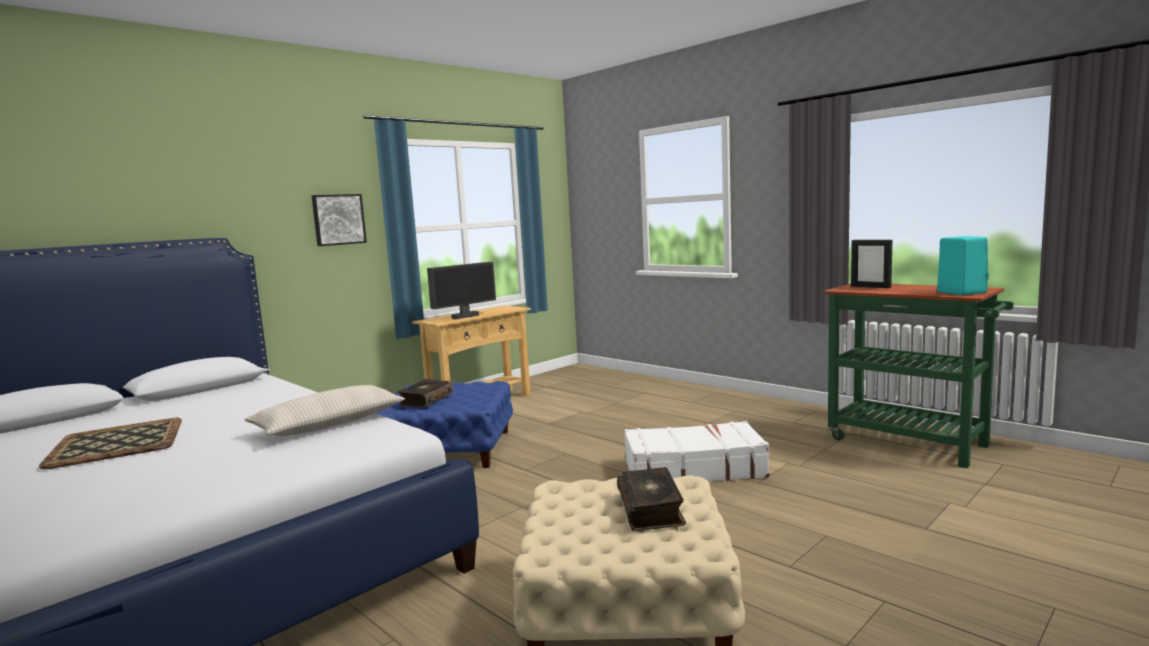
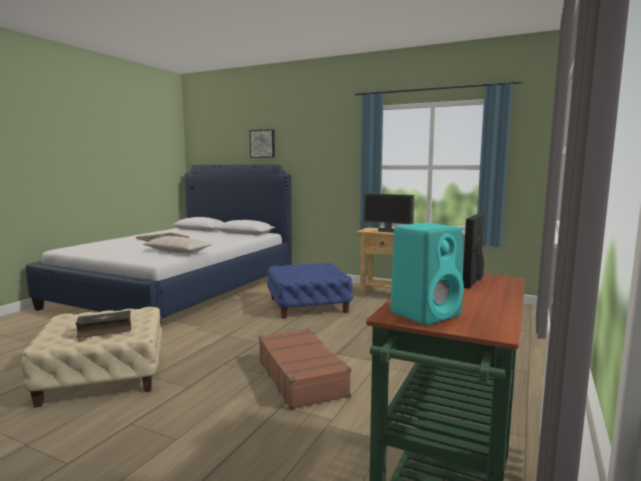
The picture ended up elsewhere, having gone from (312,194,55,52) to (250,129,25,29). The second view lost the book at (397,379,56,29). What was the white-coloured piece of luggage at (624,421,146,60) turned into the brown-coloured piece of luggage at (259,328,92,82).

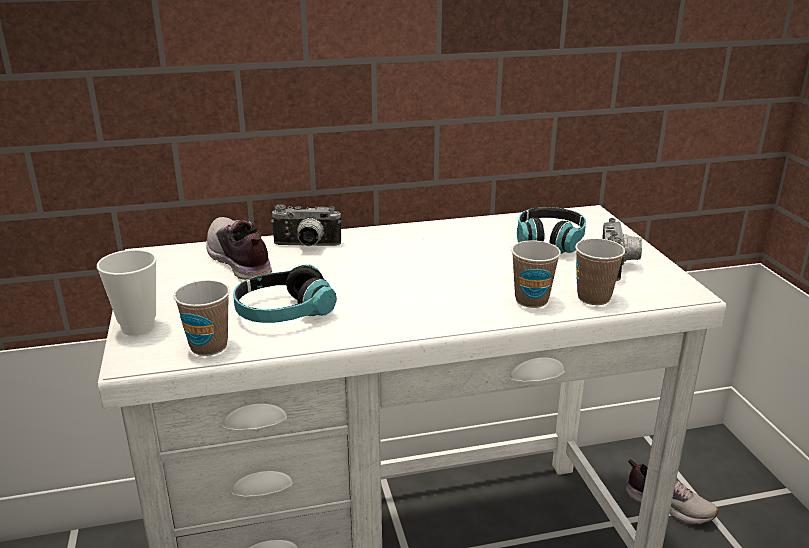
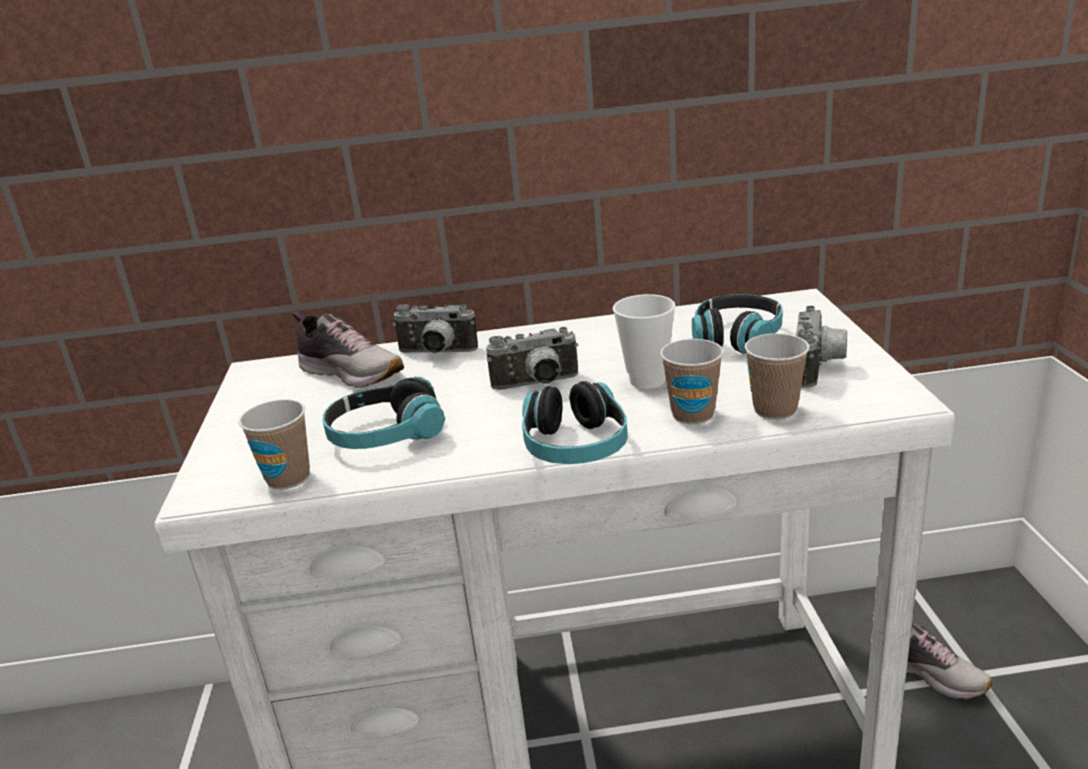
The drinking cup ended up elsewhere, having gone from (97,249,60,87) to (613,294,63,95). The item of footwear at (206,217,66,63) ended up facing another way, 150 degrees clockwise from before. The second view gained the still camera at (486,327,93,63). The second view gained the pair of headphones at (522,381,106,83).

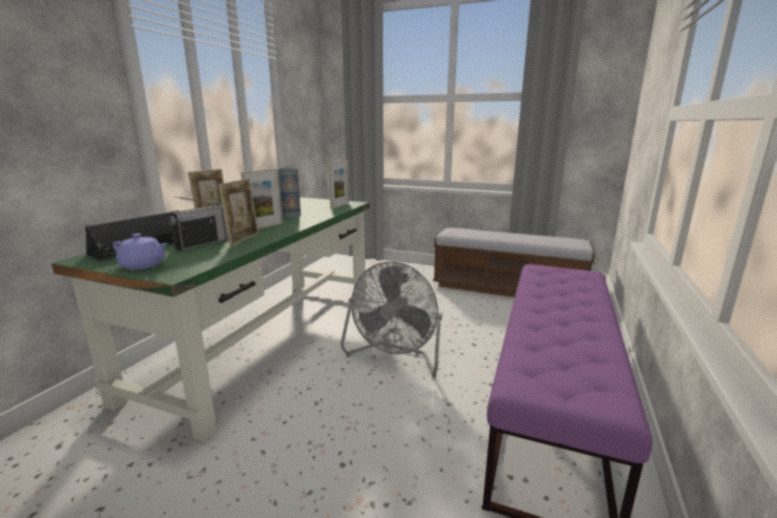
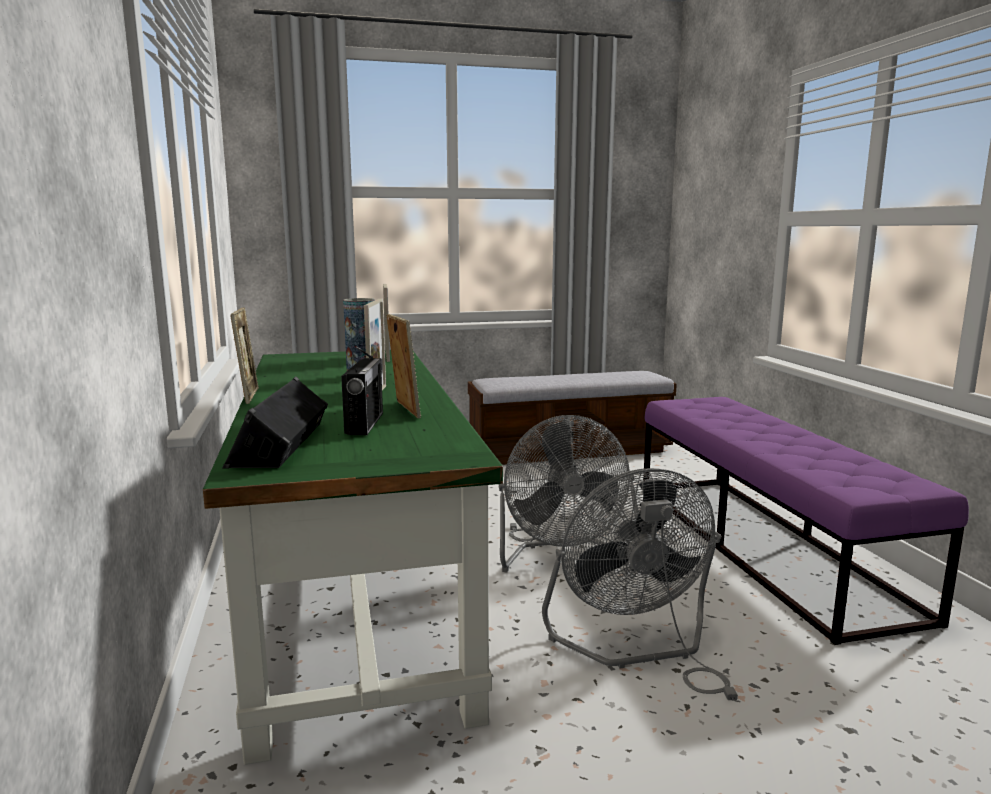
The second view lost the purplish tea pot at (113,233,55,37). The second view gained the grey electric fan at (542,468,196,233).

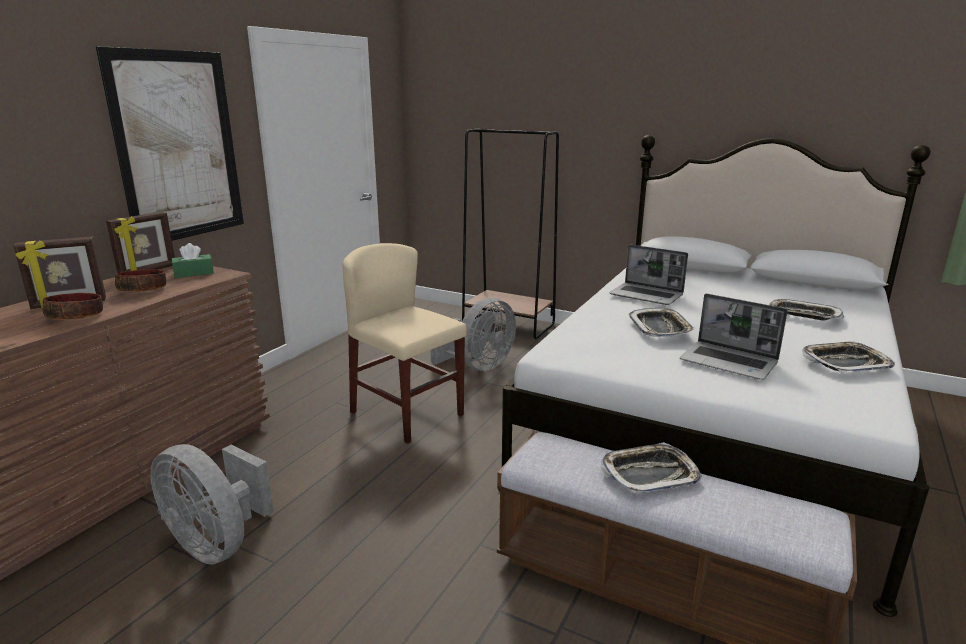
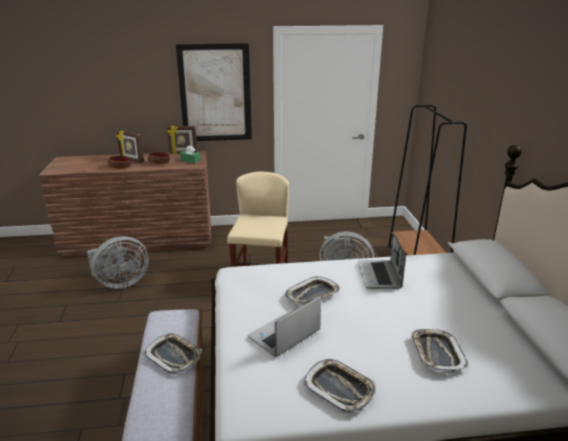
The grey electric fan at (150,444,124,120) ended up facing another way, 120 degrees counterclockwise from before. The notebook computer at (680,294,108,86) ended up facing another way, 45 degrees clockwise from before.

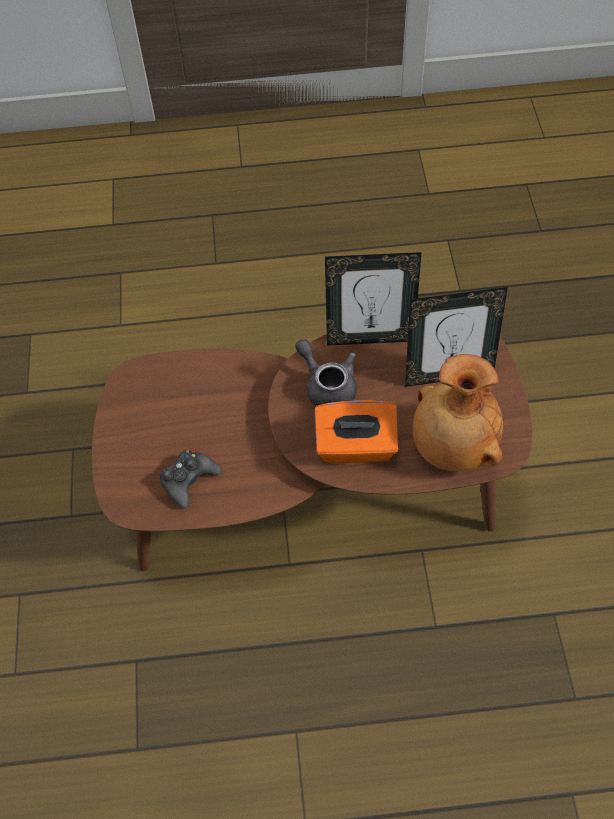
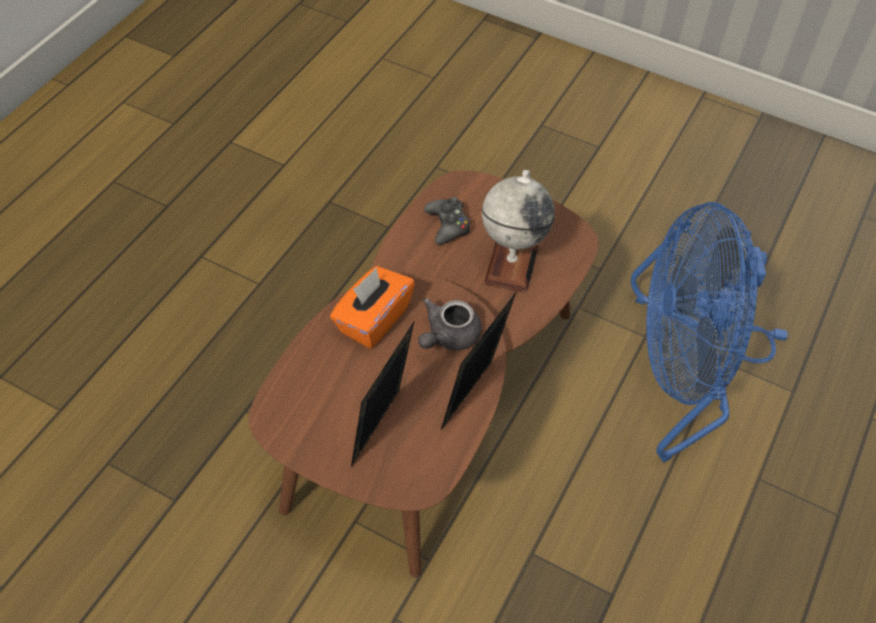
The grey tea pot at (295,339,62,67) ended up facing another way, 135 degrees clockwise from before. The second view lost the brown-coloured decorative vase at (413,354,90,117). The second view gained the world globe at (482,170,73,123). The second view gained the bluish electric fan at (631,202,160,260).

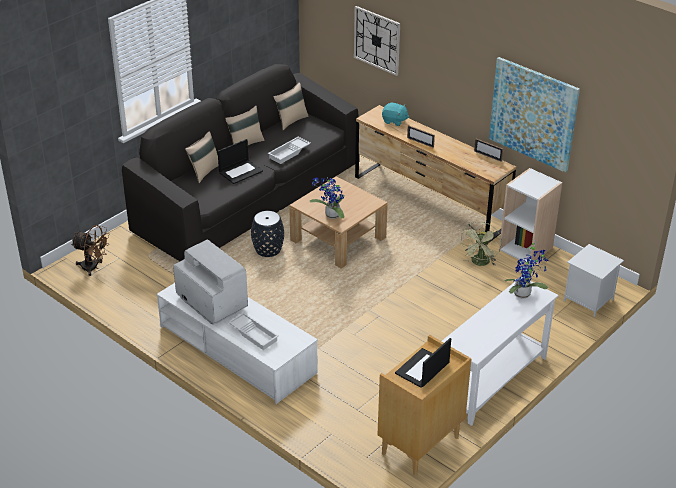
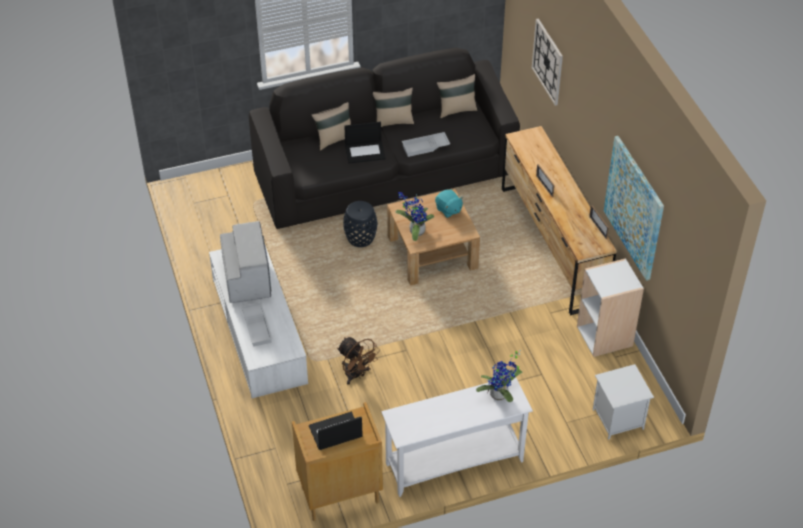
The brown-coloured electric fan ended up elsewhere, having gone from (71,225,38,51) to (337,337,43,48). The turquoise-coloured soft toy ended up elsewhere, having gone from (382,102,27,24) to (435,190,29,28). The second view lost the green electric fan at (461,222,41,44).

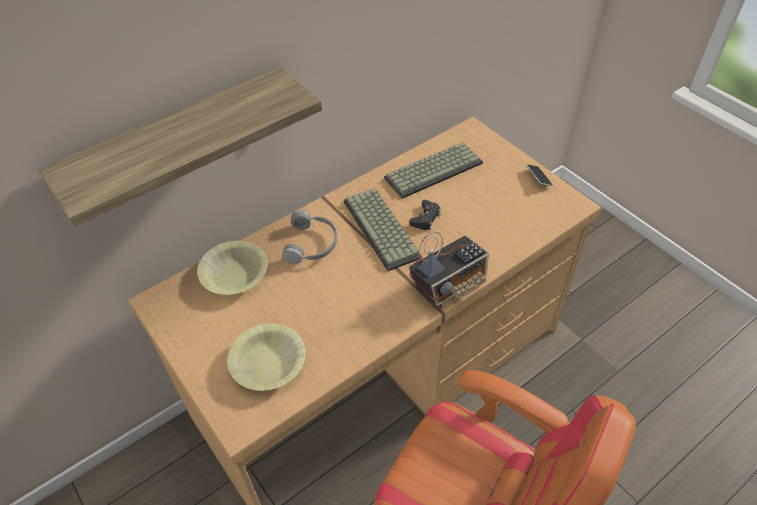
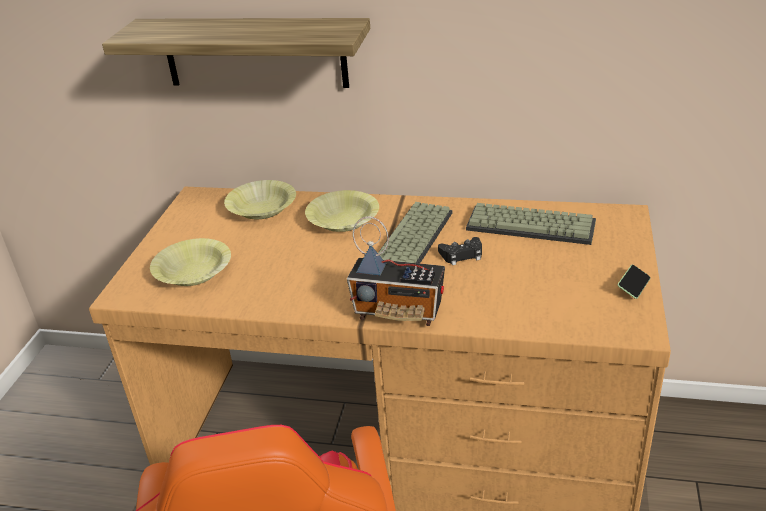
Where the grey pair of headphones stood at (282,210,55,54), the yellowish deep dish came to stand at (305,190,74,42).

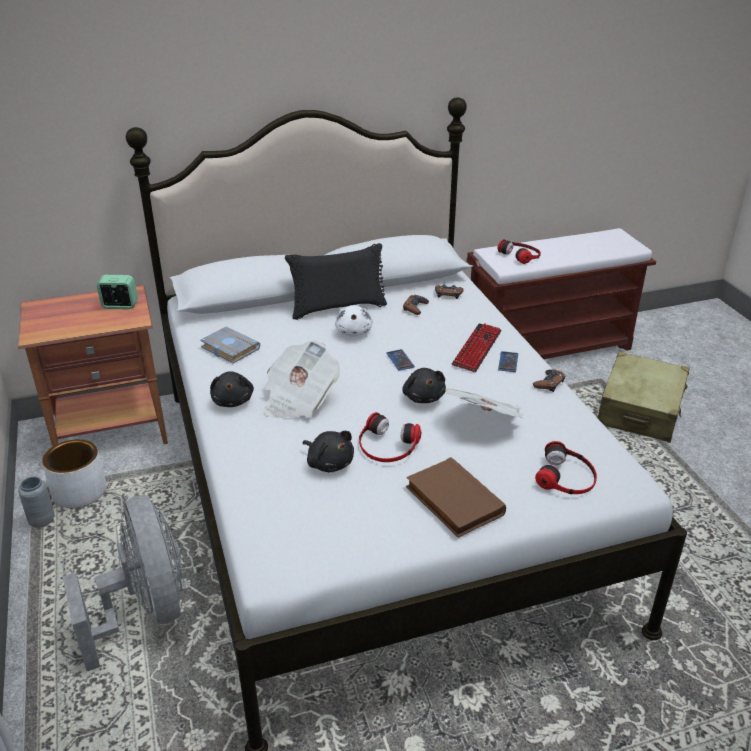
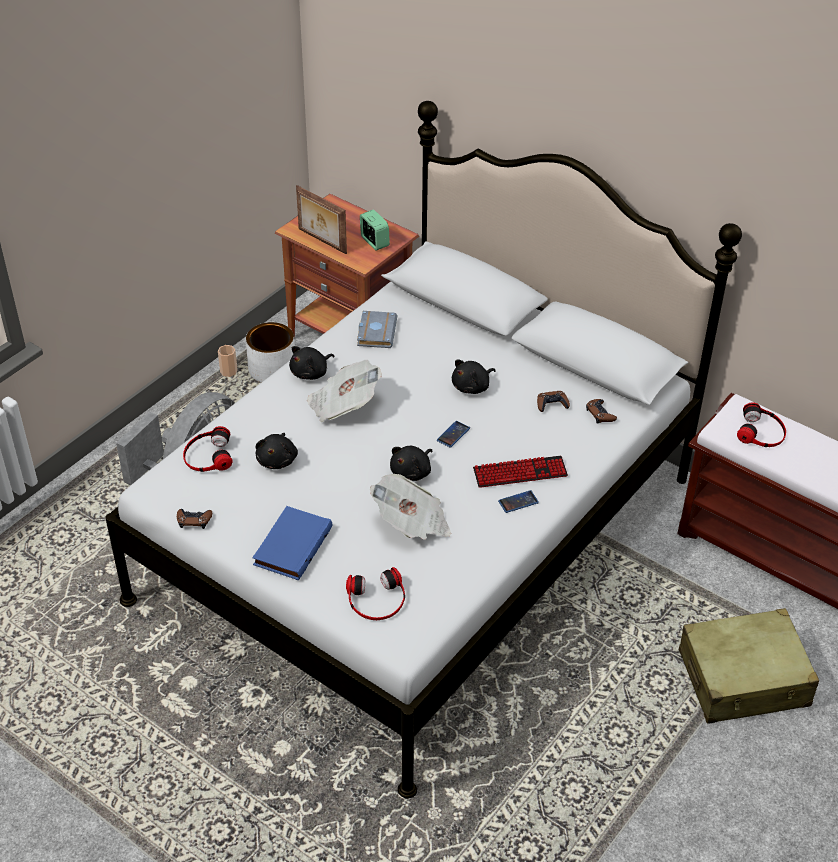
Where the grey decorative vase stood at (18,477,37,50), the drinking cup came to stand at (218,345,20,32). The second view lost the black-coloured cushion at (285,243,102,77). What was the white-coloured soft toy at (335,305,38,32) turned into the black-coloured soft toy at (452,359,44,35). The pair of headphones ended up elsewhere, having gone from (359,412,62,50) to (183,426,50,46). What was the brown-coloured book at (406,457,100,81) turned into the bluish book at (252,506,80,75). The brown-coloured joypad ended up elsewhere, having gone from (533,369,32,23) to (177,509,35,20). The second view gained the picture frame at (296,185,51,69).

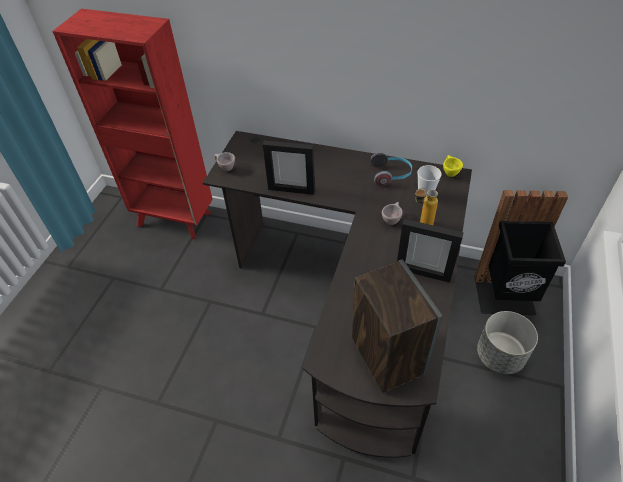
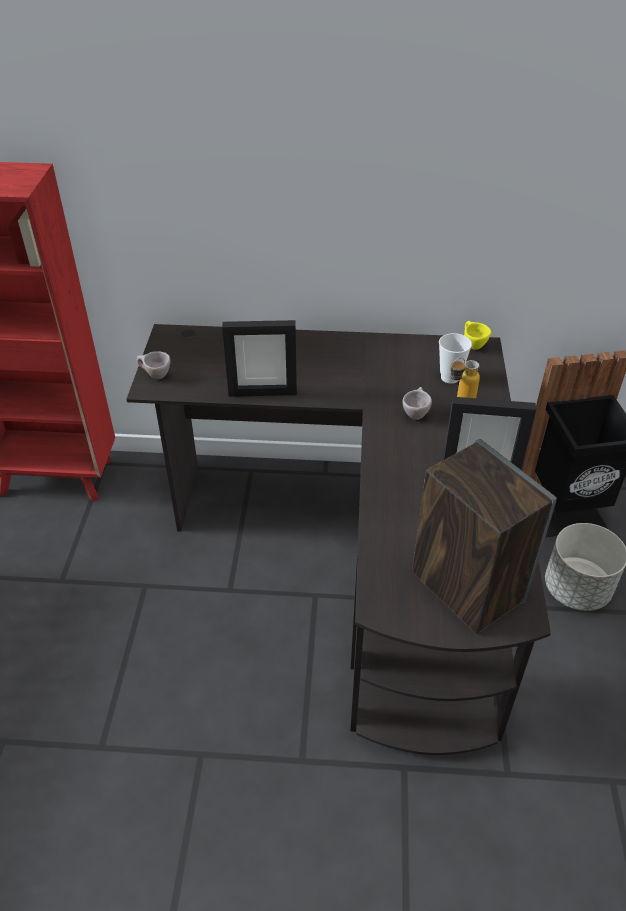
The second view lost the pair of headphones at (370,153,42,33).

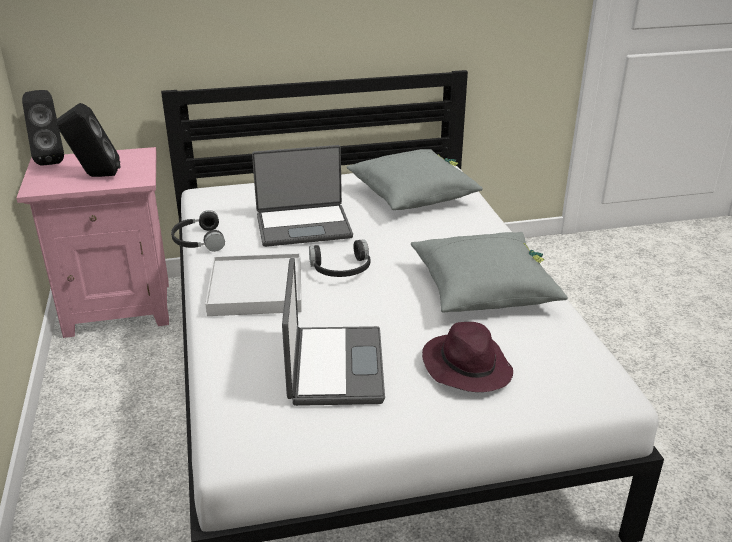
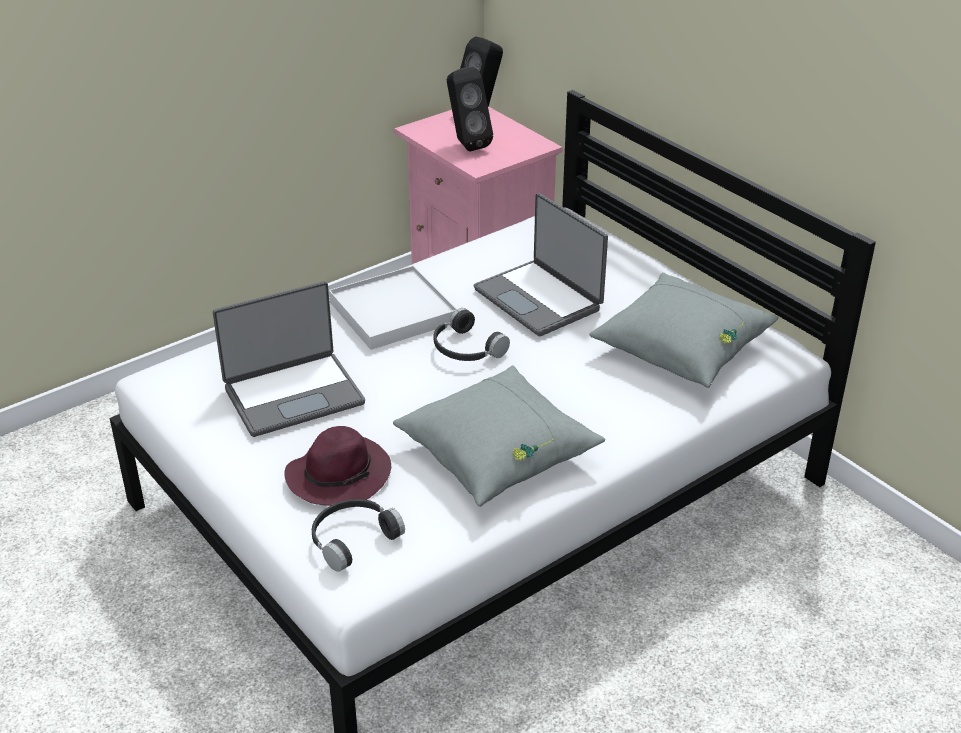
The black-coloured pair of headphones ended up elsewhere, having gone from (171,210,54,42) to (312,499,93,73).

